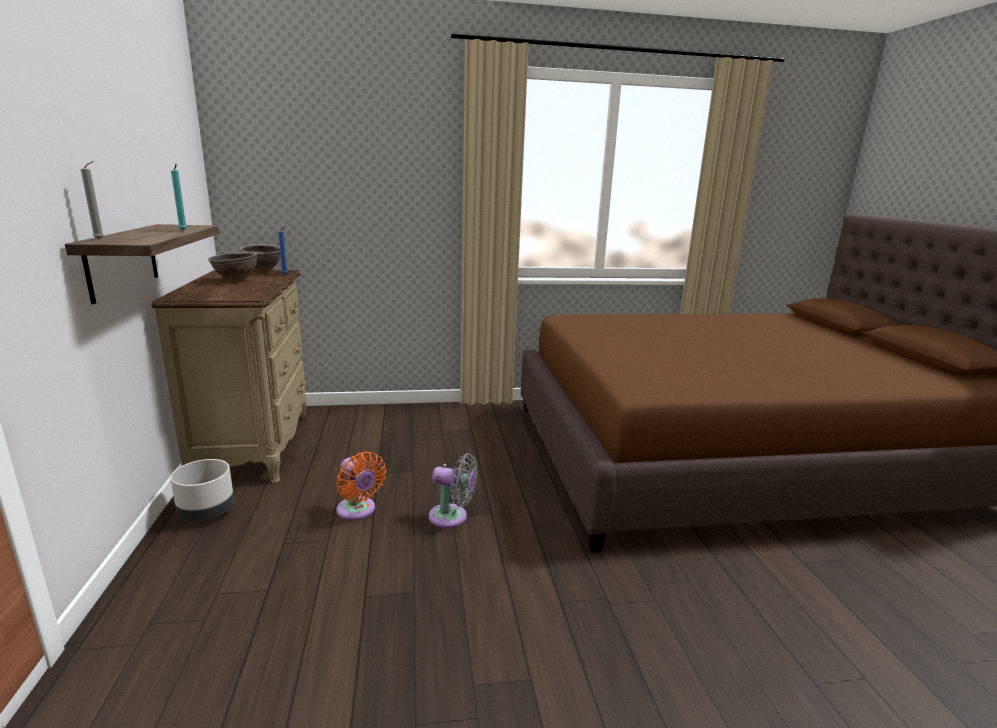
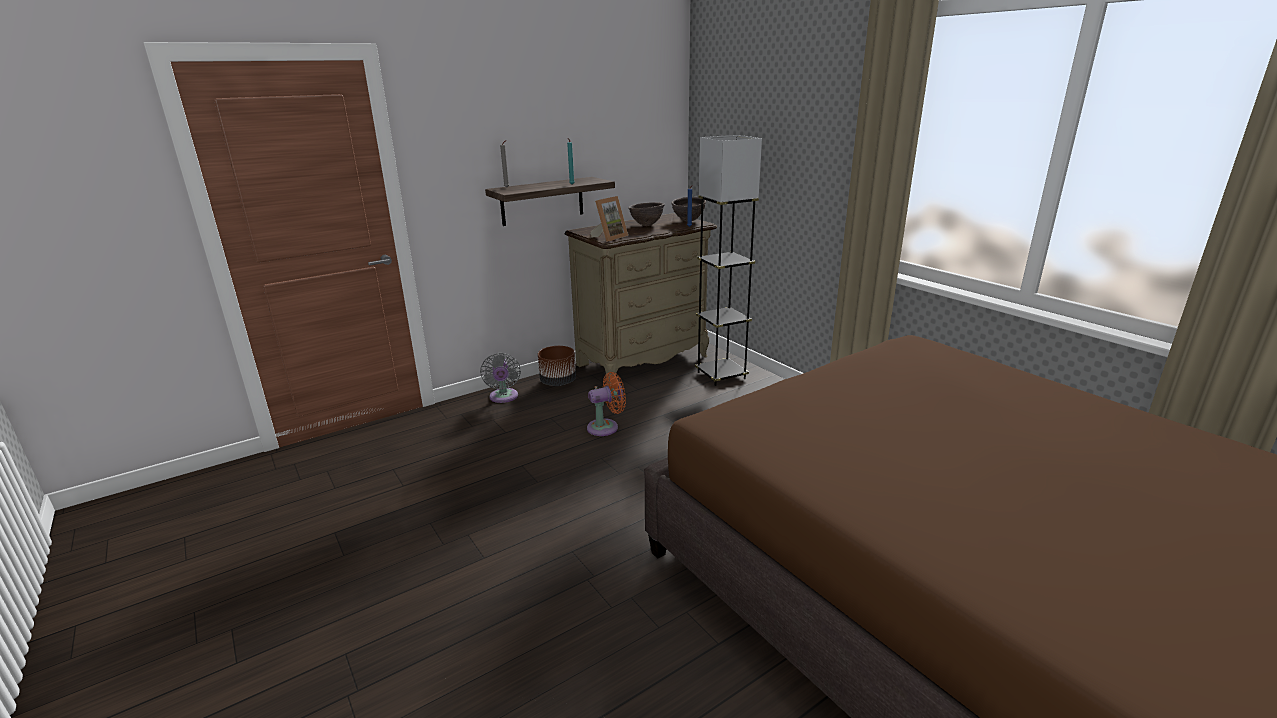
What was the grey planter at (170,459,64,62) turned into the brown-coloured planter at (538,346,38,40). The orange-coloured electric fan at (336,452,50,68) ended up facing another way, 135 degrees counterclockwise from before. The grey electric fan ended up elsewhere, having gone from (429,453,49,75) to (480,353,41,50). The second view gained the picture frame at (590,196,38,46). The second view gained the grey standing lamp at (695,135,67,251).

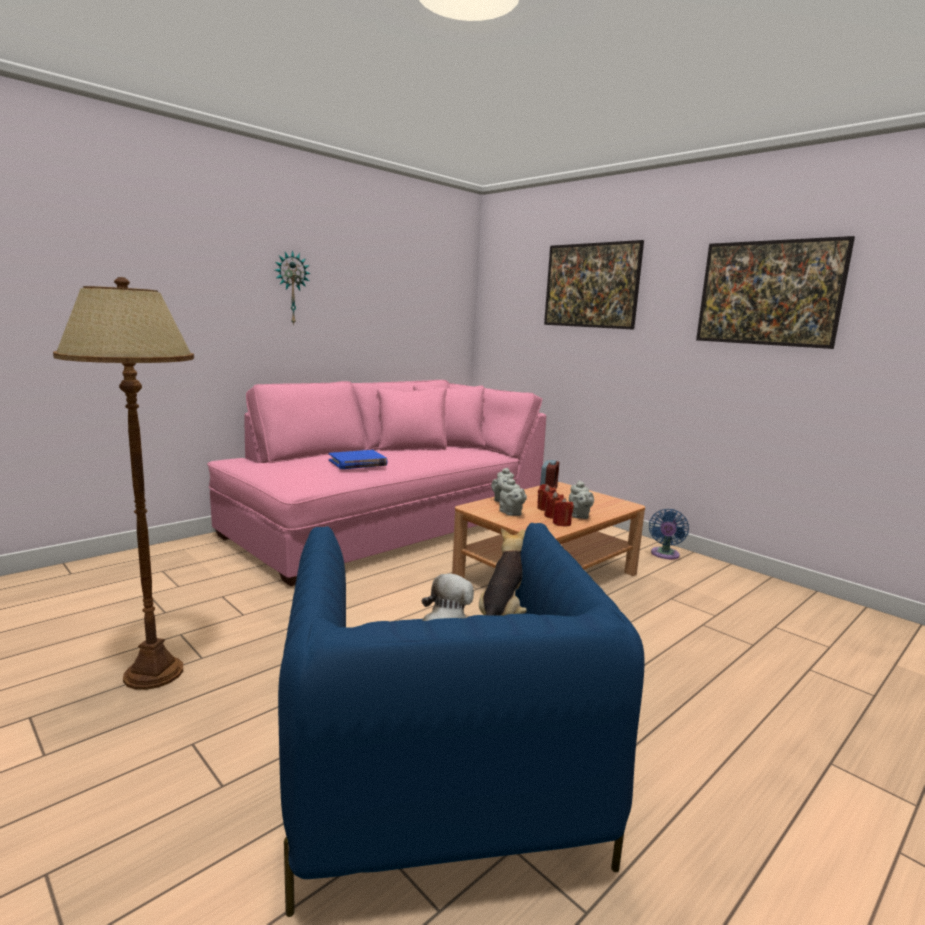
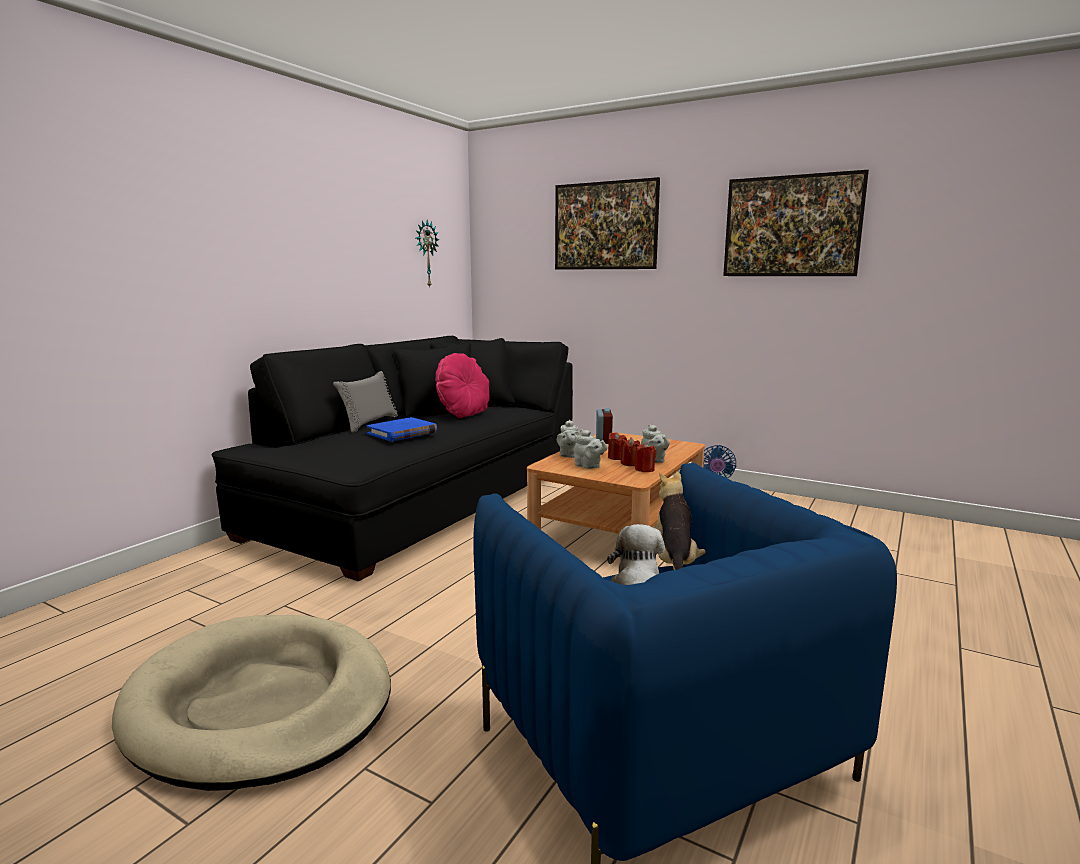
Where the brown-coloured standing lamp stood at (53,277,141,413), the beige-coloured dog bed came to stand at (112,615,279,176). What was the pink-coloured sofa at (207,380,339,206) turned into the black-coloured sofa at (211,336,362,245). The wall clock ended up elsewhere, having gone from (275,250,36,76) to (416,220,23,68). The second view gained the grey cushion at (333,371,65,62). The second view gained the pink-coloured cushion at (435,353,54,65).

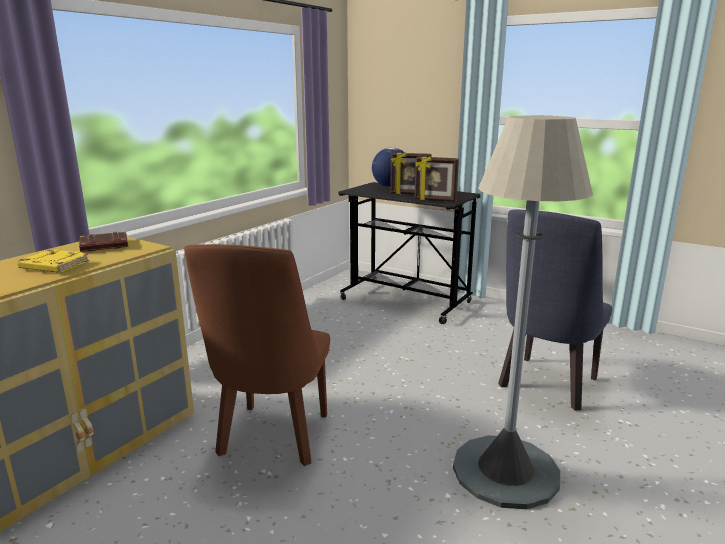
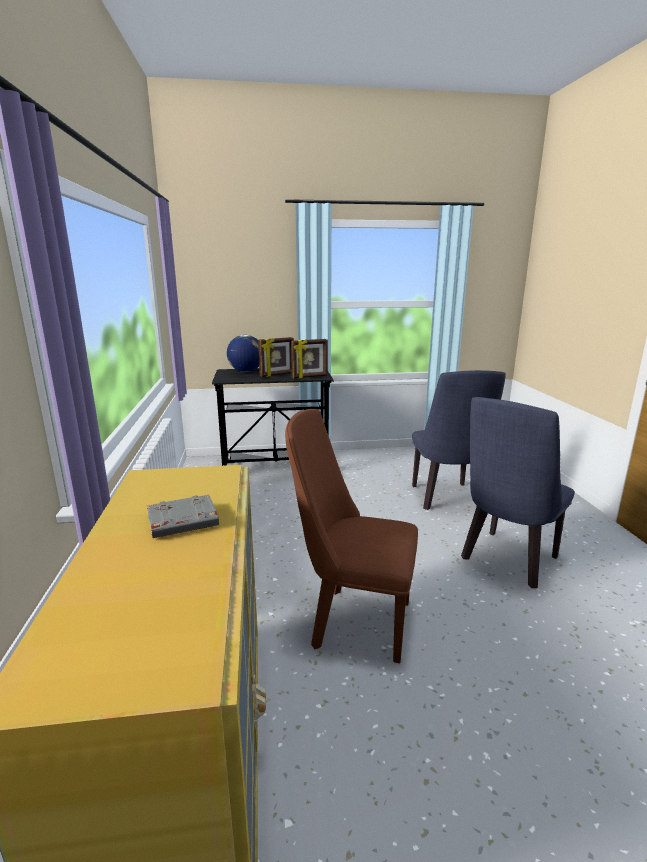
What was the yellowish book at (17,249,72,23) turned into the grey book at (147,494,72,44). The second view lost the brown-coloured book at (79,232,49,20). The brown-coloured chair at (184,244,146,222) ended up facing another way, 135 degrees clockwise from before. Where the grey standing lamp stood at (453,116,140,393), the bluish chair came to stand at (461,397,113,191).

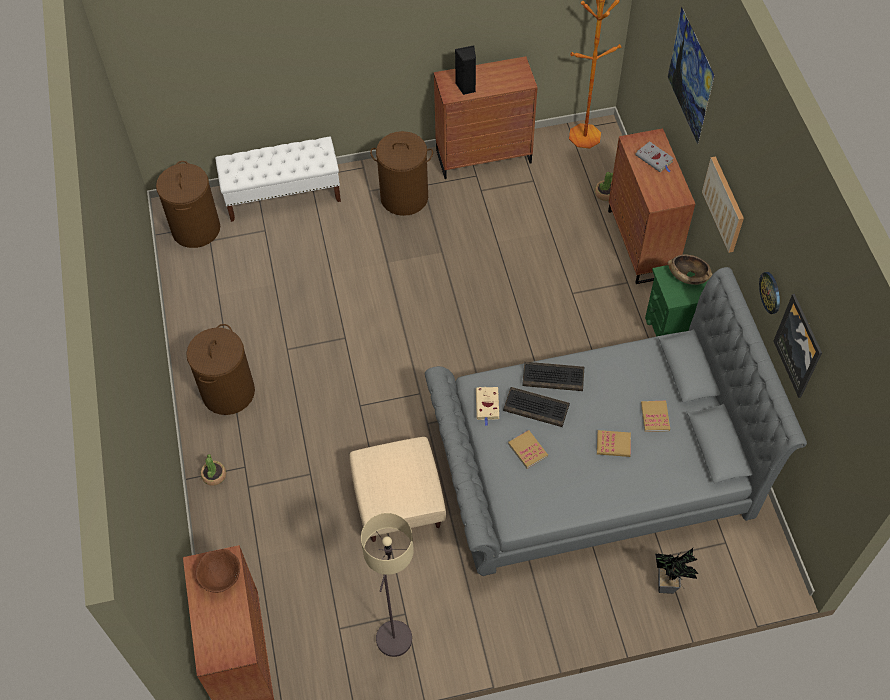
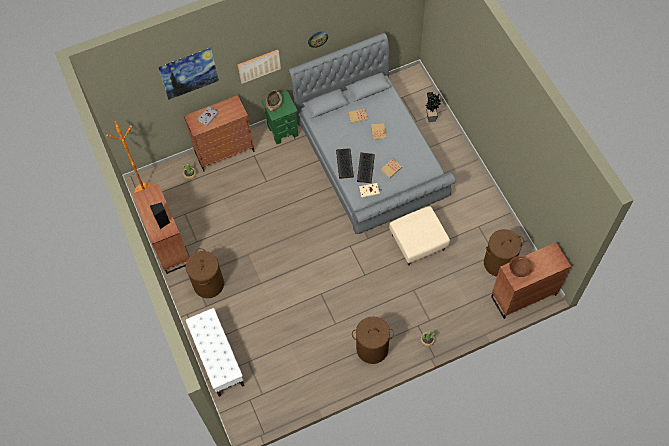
The brown-coloured hamper ended up elsewhere, having gone from (156,161,64,87) to (484,229,40,48). The second view lost the beige-coloured standing lamp at (361,513,53,144). The second view lost the picture at (774,294,48,104).

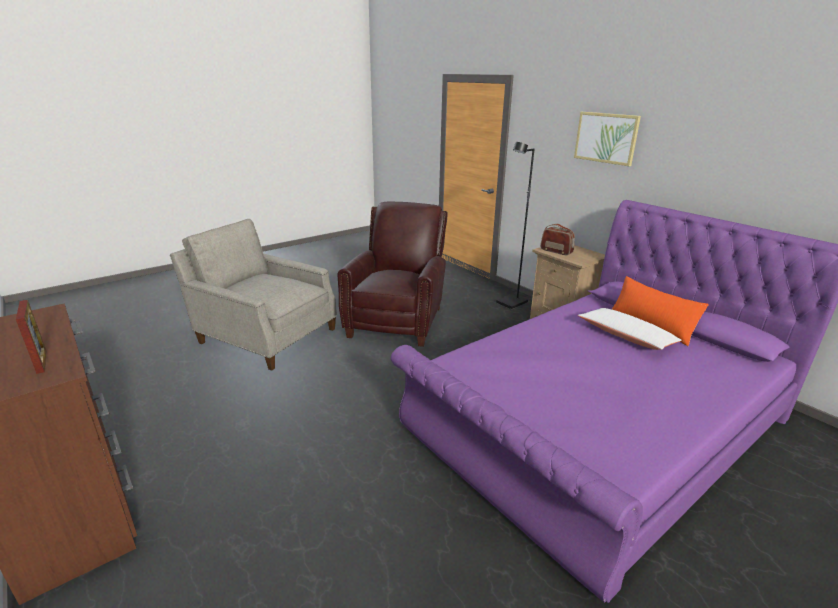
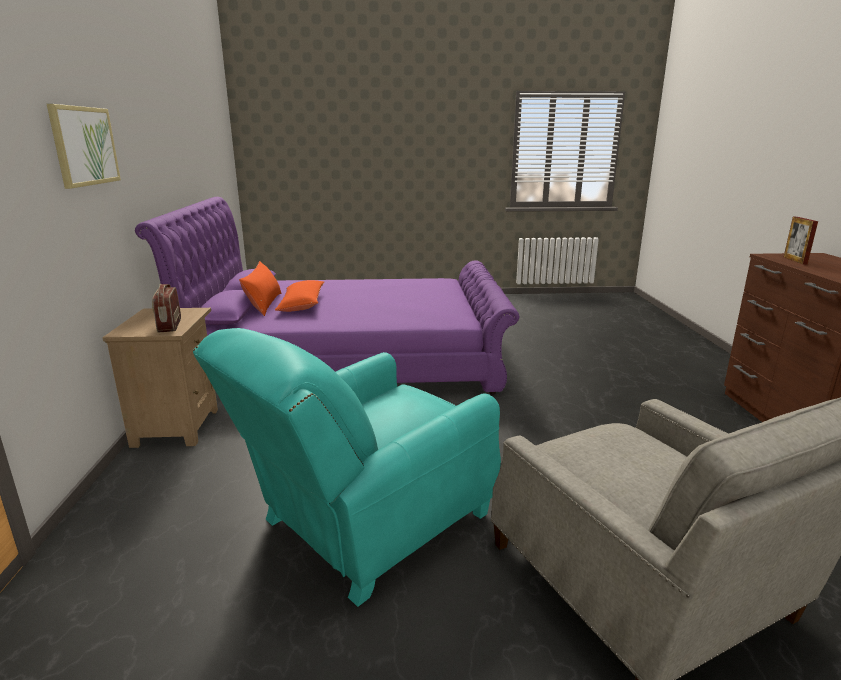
What was the brown-coloured easy chair at (338,202,110,145) turned into the turquoise-coloured easy chair at (193,328,308,279). The second view lost the black-coloured standing lamp at (496,142,38,168). What was the white-coloured cushion at (578,308,104,42) turned into the orange-coloured cushion at (275,280,49,32).

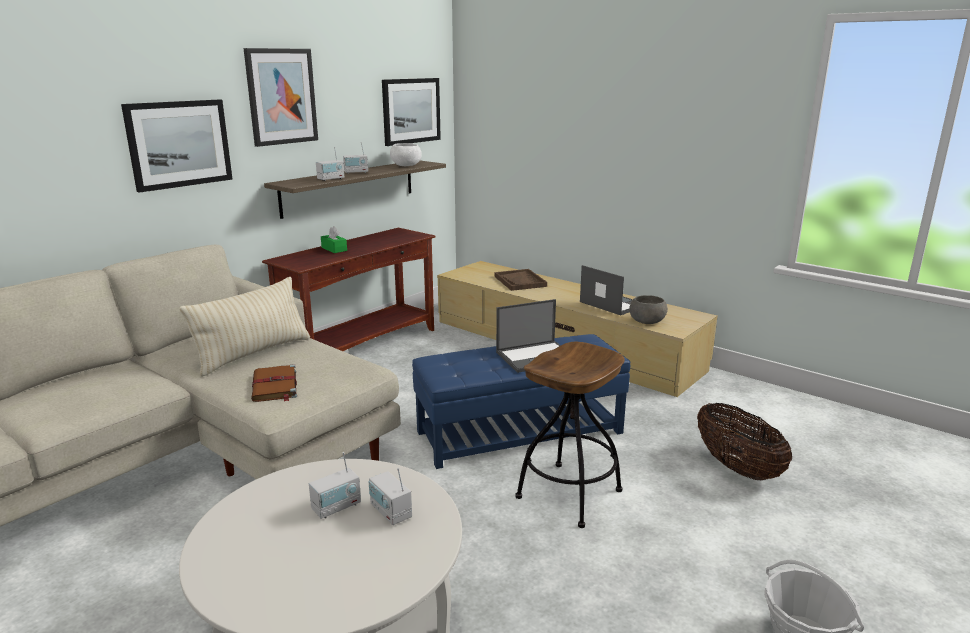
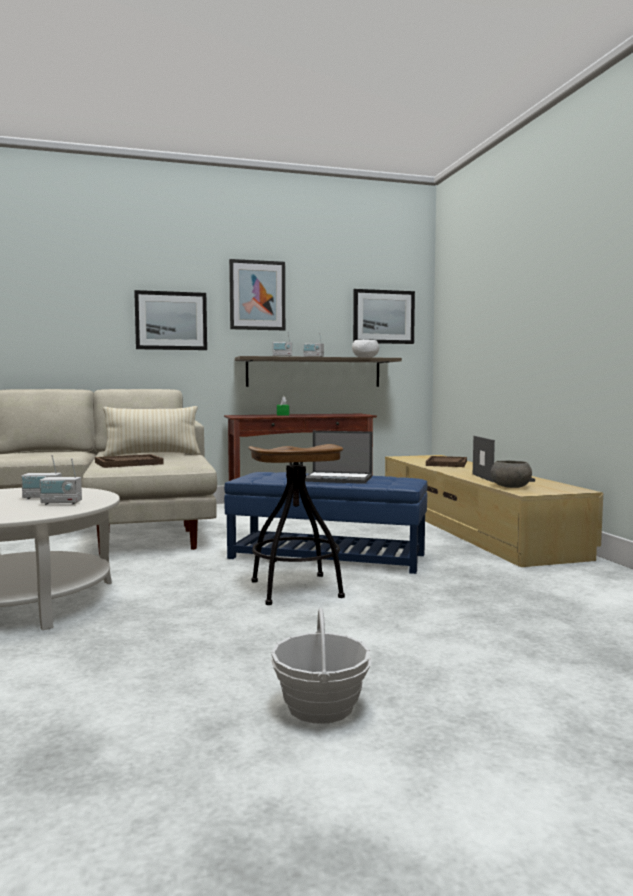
Where the brown-coloured book stood at (251,364,46,38), the brown-coloured carrying tray came to stand at (95,454,69,14). The radio receiver at (369,468,43,57) ended up facing another way, 90 degrees counterclockwise from before. The second view lost the household basket at (697,402,95,78).

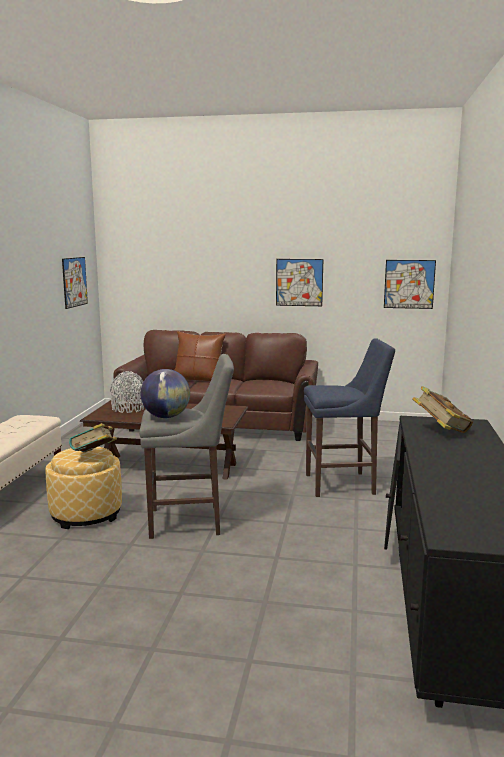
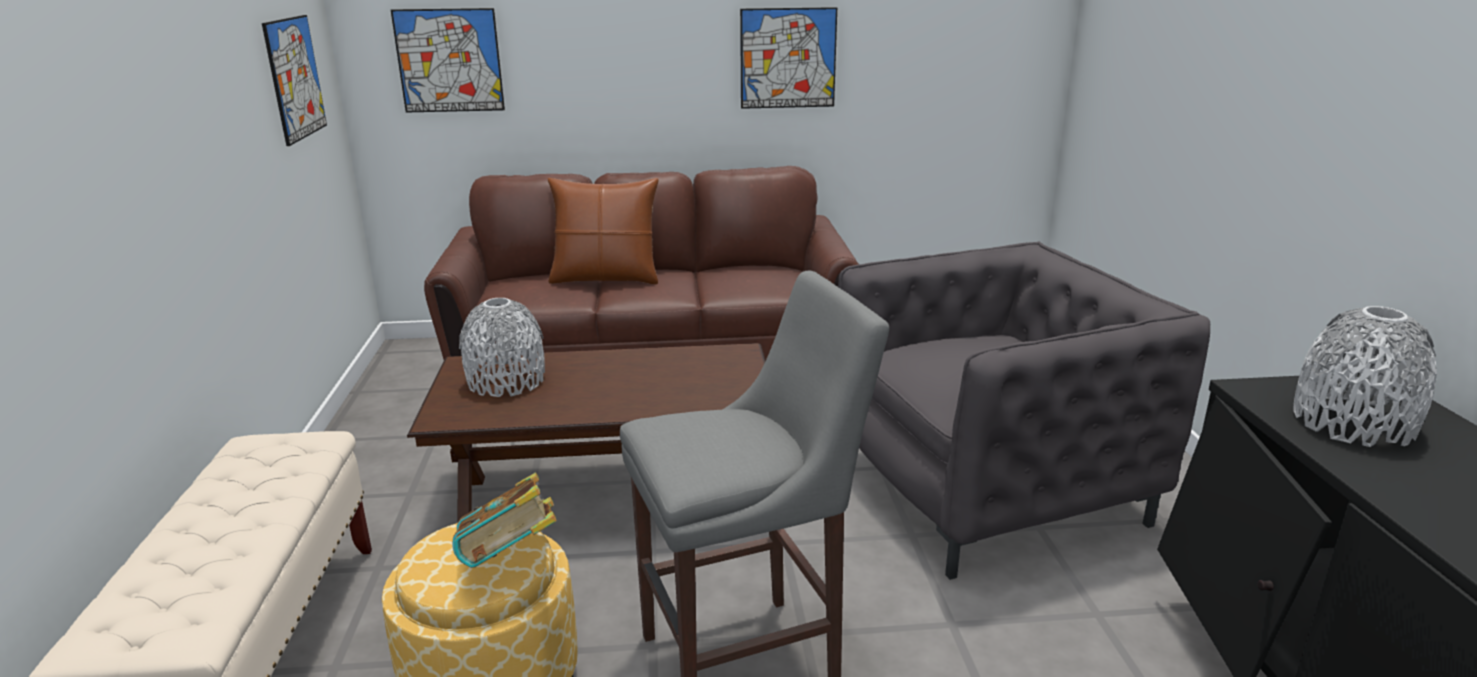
The second view lost the world globe at (141,369,49,49). Where the bluish stool stood at (304,338,91,159), the grey easy chair came to stand at (838,241,372,339). The picture ended up elsewhere, having gone from (384,260,52,49) to (391,8,114,104). Where the book stood at (413,386,60,47), the grey decorative vase came to stand at (1293,306,144,141).

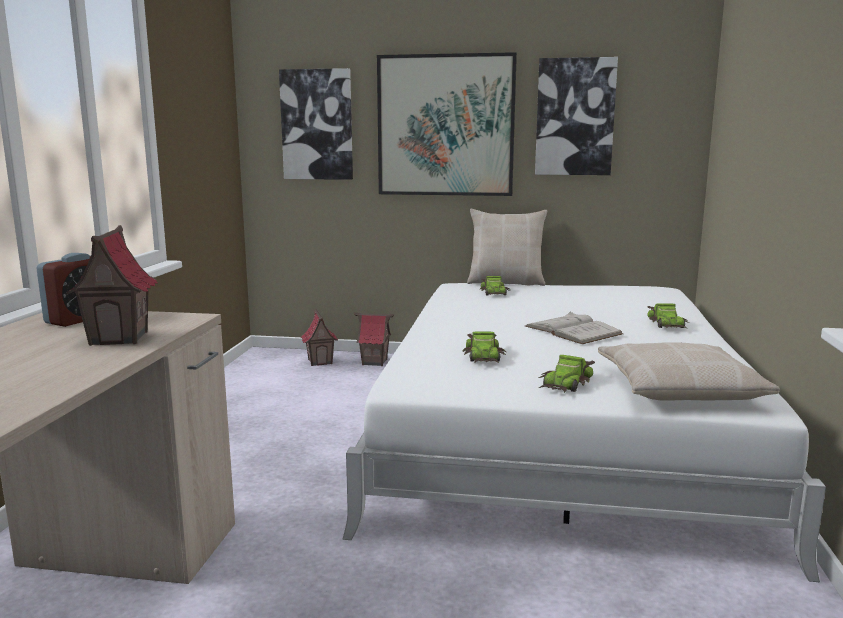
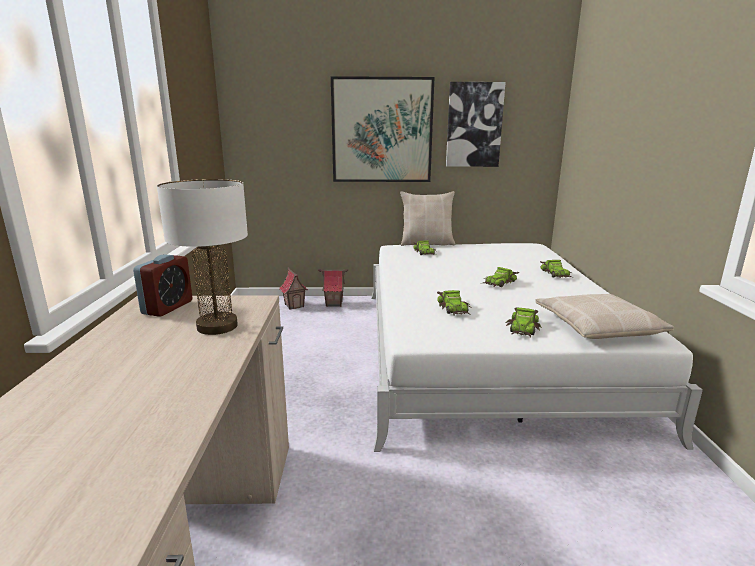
Where the model house stood at (66,225,92,121), the tabletop lamp came to stand at (157,179,91,156). The second view lost the picture at (279,68,74,112). Where the white-coloured book stood at (525,312,99,32), the model car came to stand at (481,267,38,20).

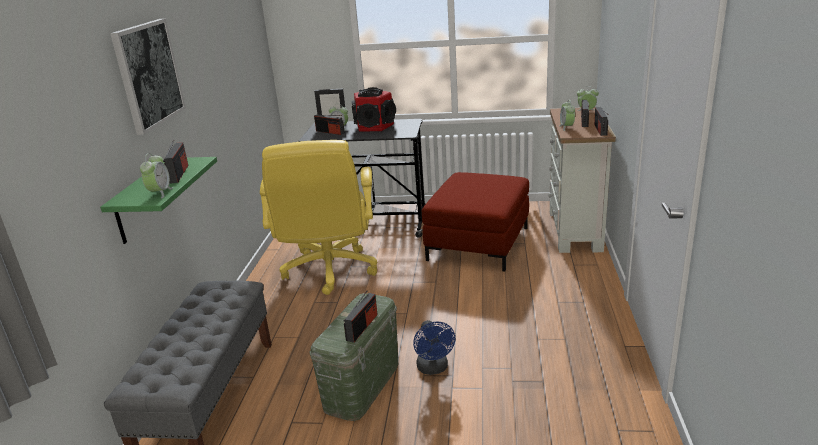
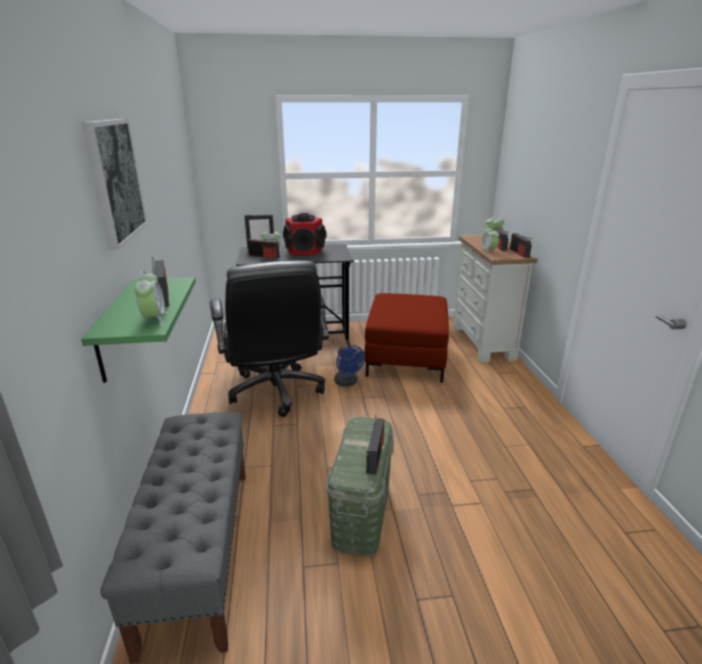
What was the yellowish computer chair at (260,140,117,155) turned into the black-coloured computer chair at (210,261,119,156). The bluish electric fan ended up elsewhere, having gone from (413,320,42,55) to (334,345,31,42).

